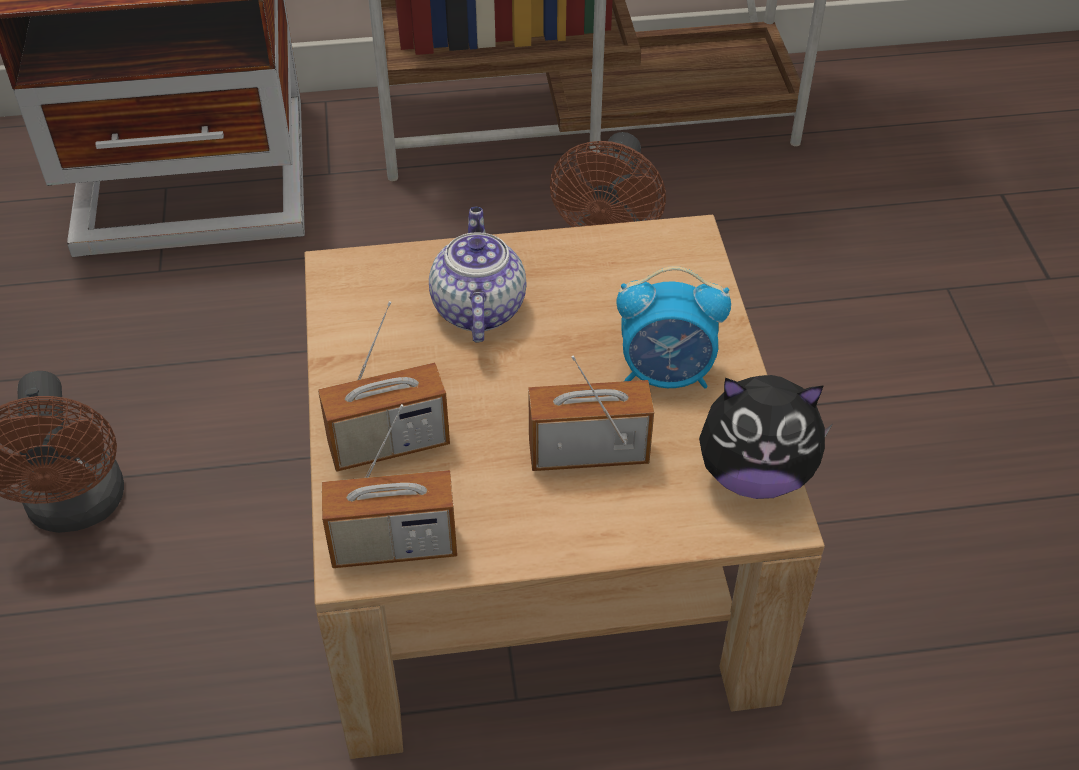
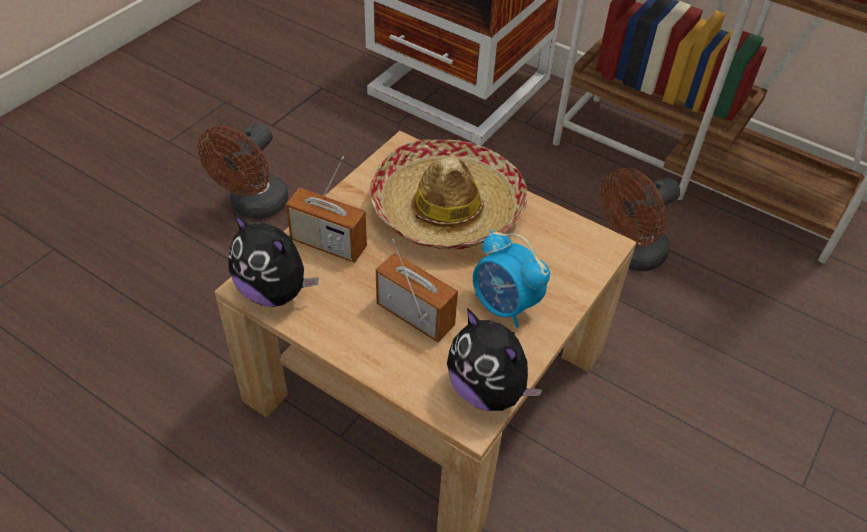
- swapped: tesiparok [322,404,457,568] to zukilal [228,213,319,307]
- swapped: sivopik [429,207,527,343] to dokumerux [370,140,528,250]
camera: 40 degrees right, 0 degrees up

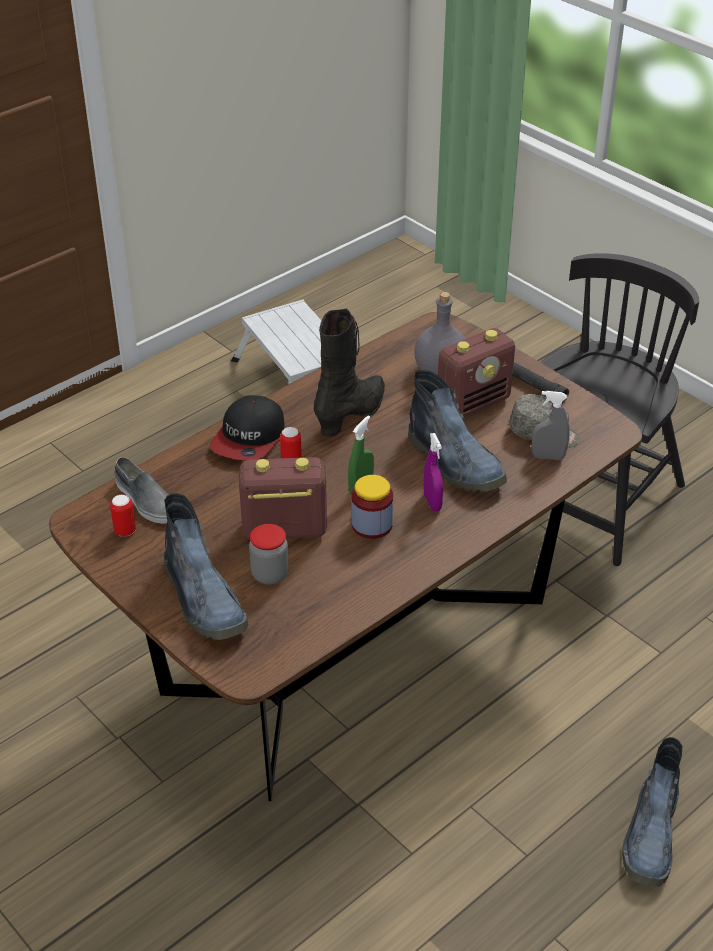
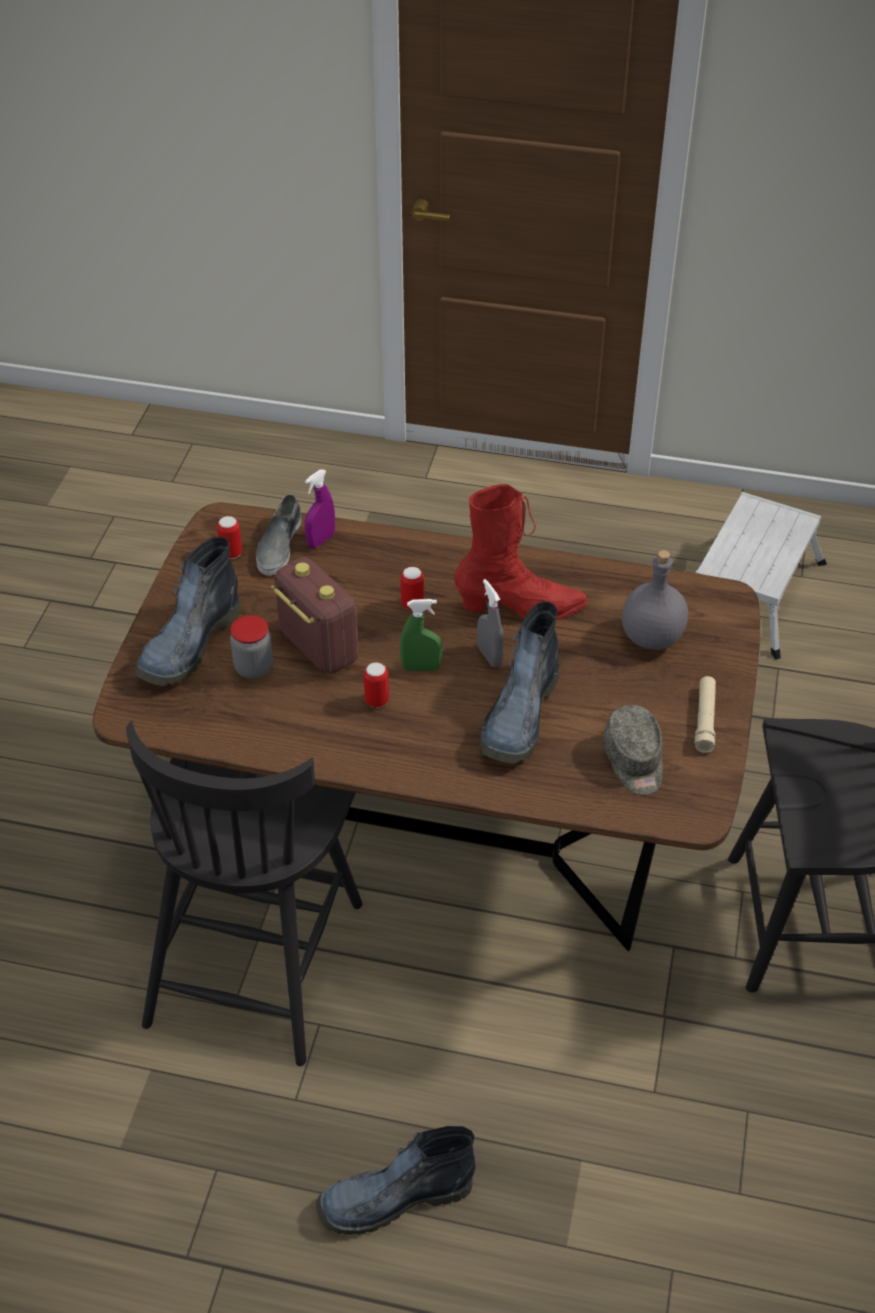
- gone: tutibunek [210,395,285,460]
- gone: tesiparok [438,328,515,417]
- new: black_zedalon [126,720,362,1066]
- shifted: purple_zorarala [424,433,443,511] to [305,469,335,548]
- shifted: grey_zorarala [532,391,570,460] to [477,579,504,667]
- swapped: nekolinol [351,475,393,539] to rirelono [364,662,389,708]
- repainted: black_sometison [314,308,385,437] to red_sometison [454,484,588,620]
- repainted: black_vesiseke [513,363,569,403] to beige_vesiseke [694,676,716,753]
camera: 55 degrees right, 5 degrees up

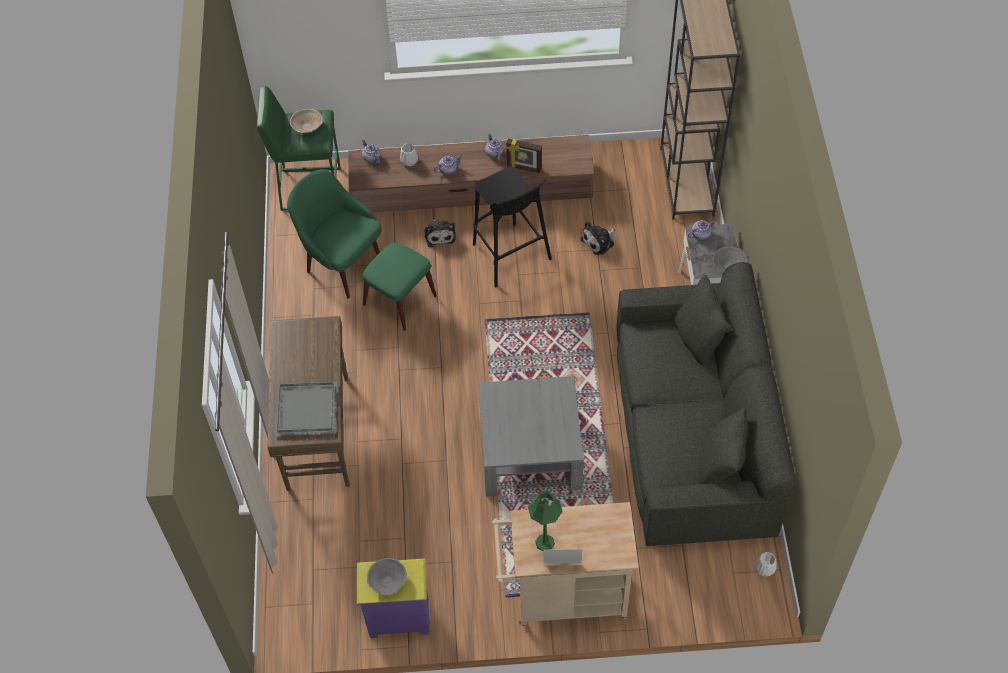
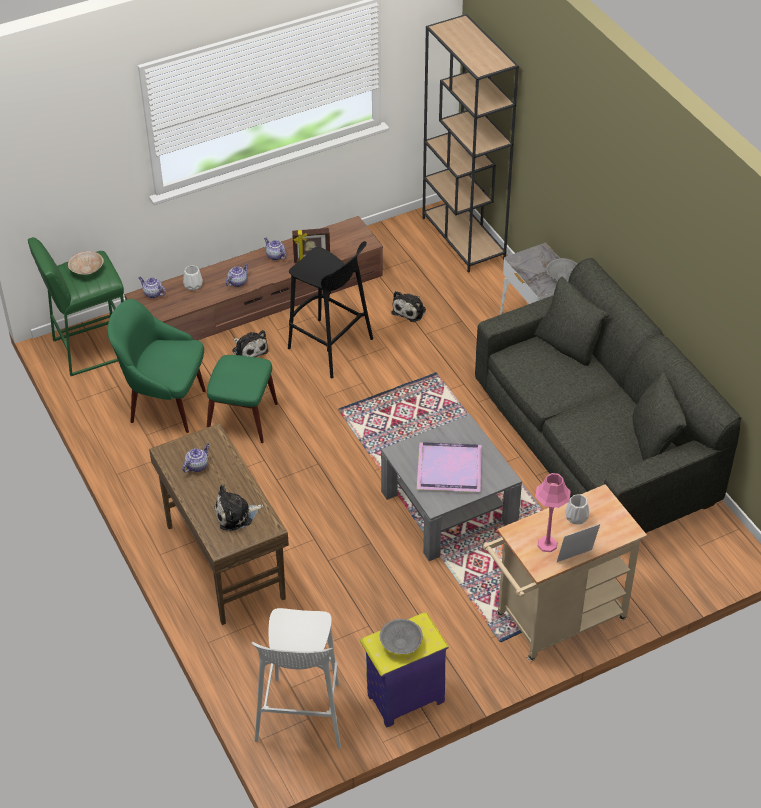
- new: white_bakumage [252,608,341,749]
- new: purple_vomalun [417,442,482,492]
- shifted: sivopik [688,220,717,240] to [182,444,210,472]
- shifted: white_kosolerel [755,552,776,577] to [565,495,589,524]
- swapped: grey_vomalun [274,381,337,436] to zukilal [214,485,263,531]
- repainted: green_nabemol [528,492,563,552] to pink_nabemol [535,473,571,552]
camera: 25 degrees left, 10 degrees down

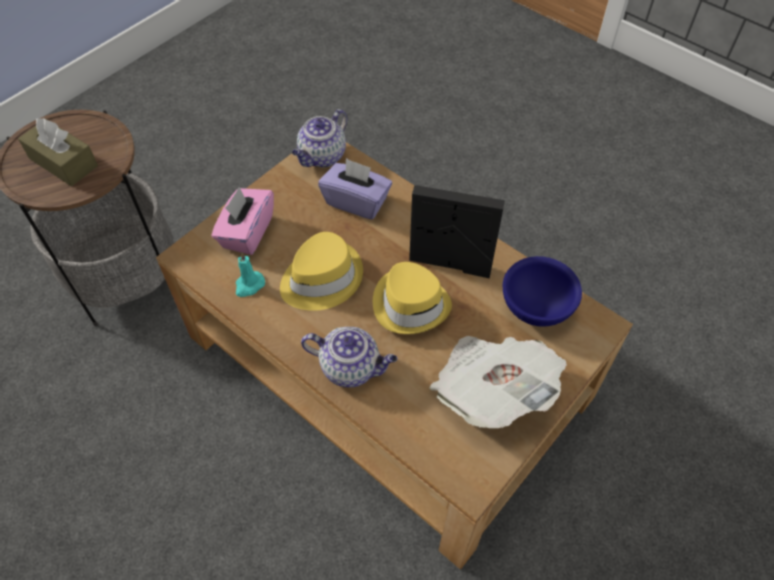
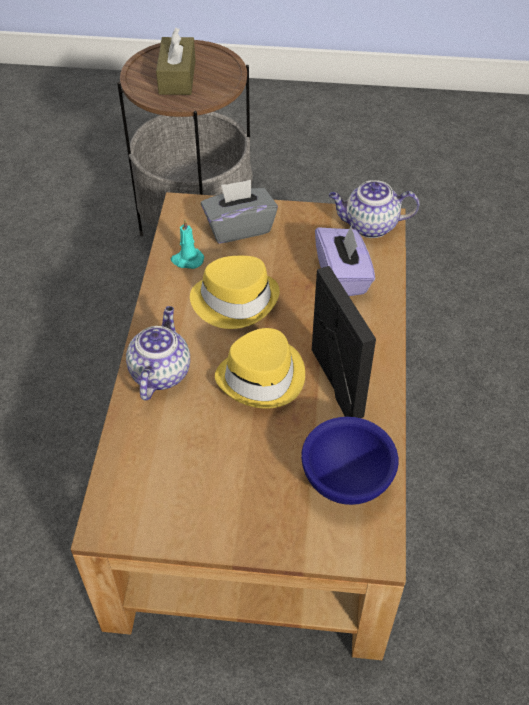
- gone: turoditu [429,336,567,428]
- repainted: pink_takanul [211,187,274,255] to grey_takanul [201,180,278,244]
- rotated: sivopik [301,327,398,388] = [126,306,190,400] 150 degrees counterclockwise
camera: 55 degrees right, 5 degrees down

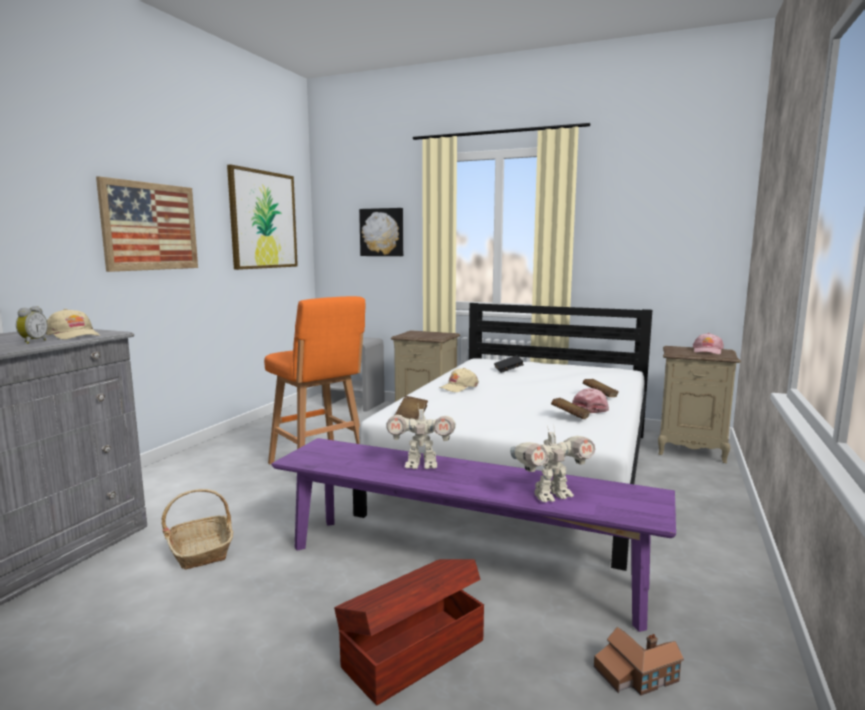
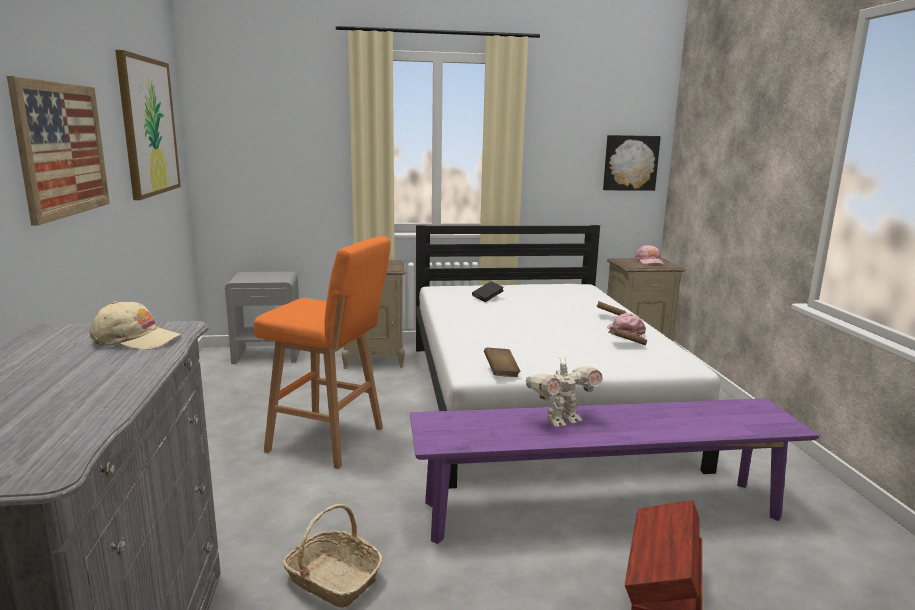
- gone: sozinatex [16,306,48,344]
- gone: beige_tutibunek [439,368,479,392]
- gone: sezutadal [510,426,595,502]
- gone: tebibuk [594,627,684,696]
- shifted: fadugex [359,208,403,256] to [603,135,661,191]
camera: 30 degrees left, 5 degrees up

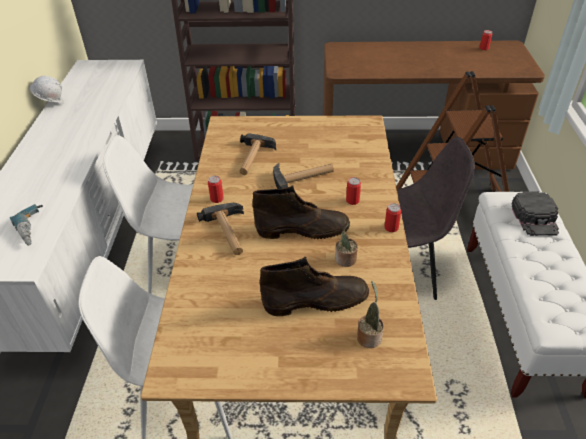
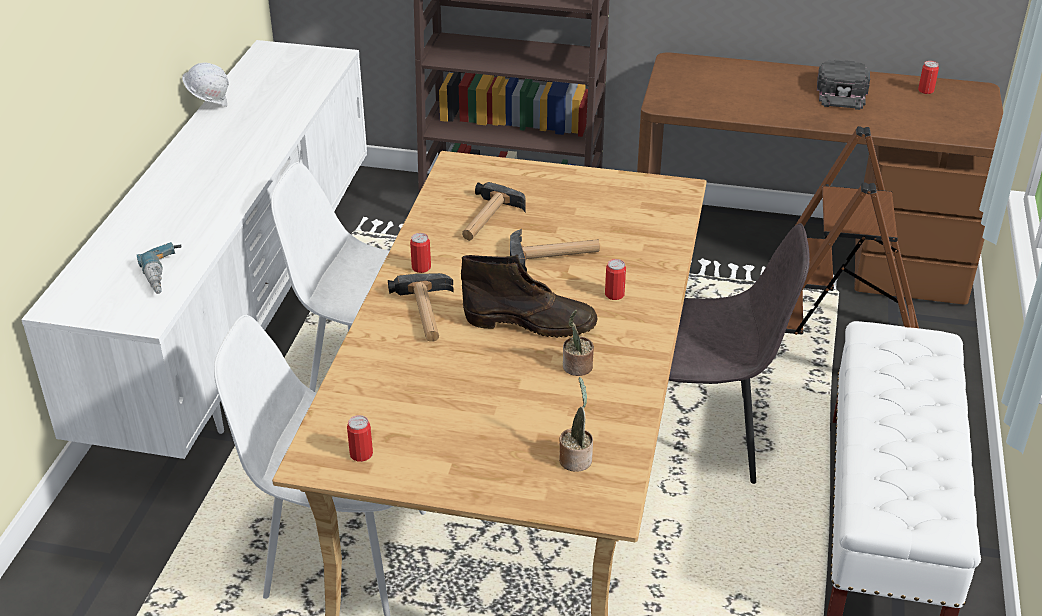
- gone: brown_sometison [259,257,369,316]
- shifted: rirelono [384,203,401,232] to [347,415,373,462]
- shifted: black_tutibunek [512,191,559,236] to [817,60,870,110]
camera: 10 degrees right, 5 degrees down

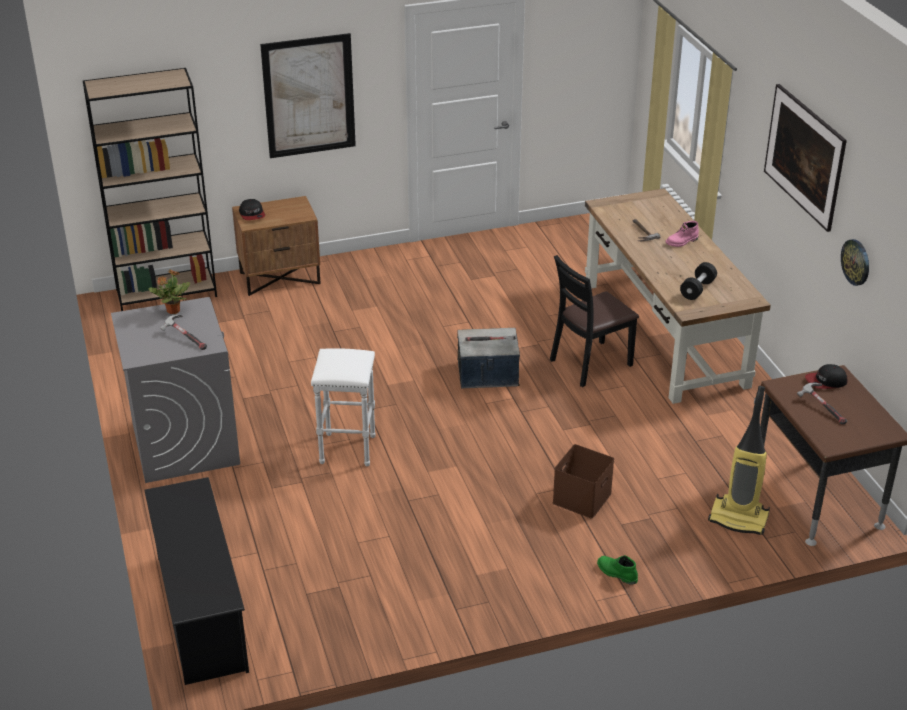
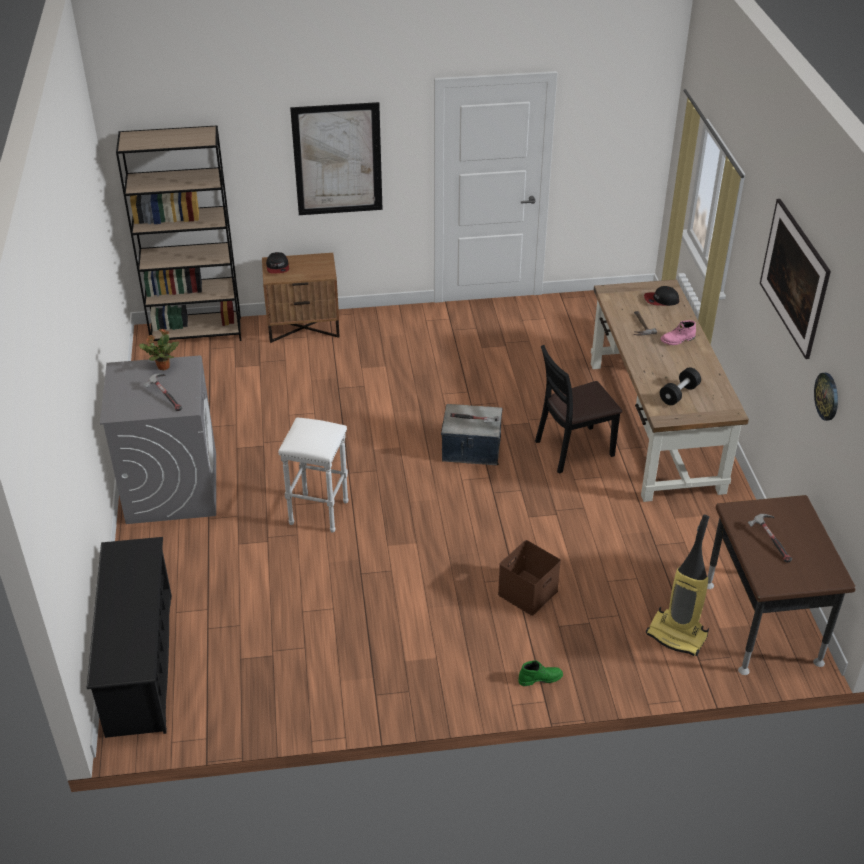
- shifted: tutibunek [805,364,848,389] to [644,286,679,306]
- rotated: green_sometison [597,555,638,585] = [518,660,563,686] 120 degrees clockwise
camera: 10 degrees right, 5 degrees up

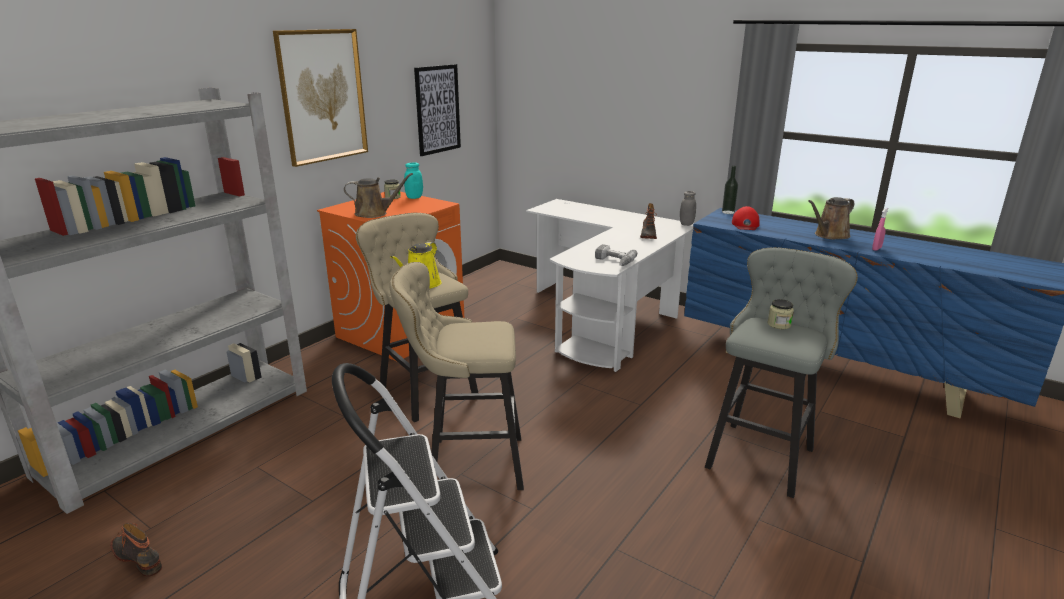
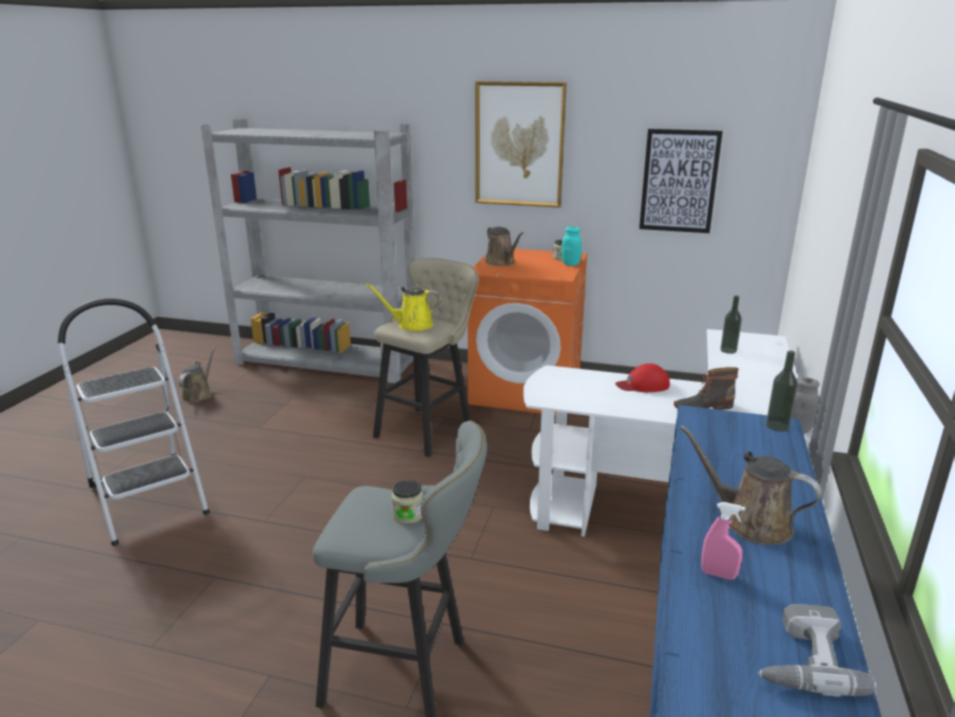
- gone: beige_bakumage [389,262,524,490]
- new: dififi [721,295,742,354]
- shifted: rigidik [595,244,637,266] to [758,604,875,697]
- shifted: red_tutibunek [732,206,759,230] to [615,363,670,392]
- swapped: sometison [110,523,162,577] to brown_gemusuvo [178,347,216,403]
camera: 70 degrees right, 0 degrees up

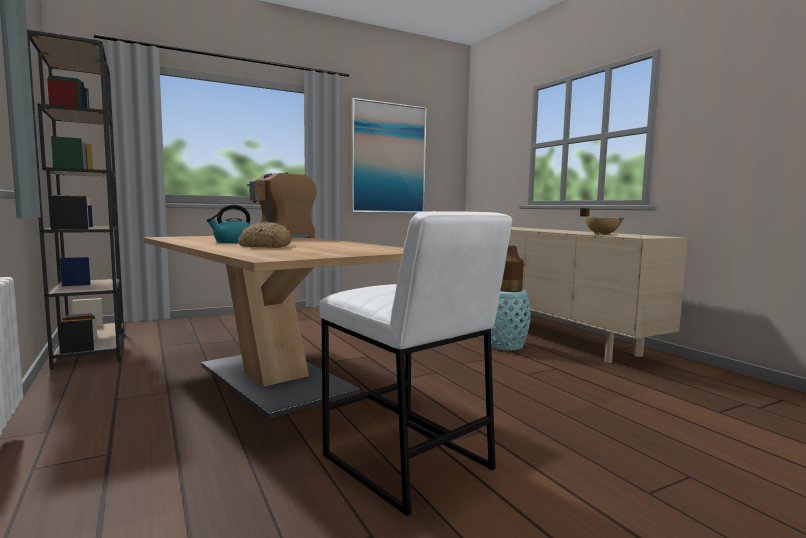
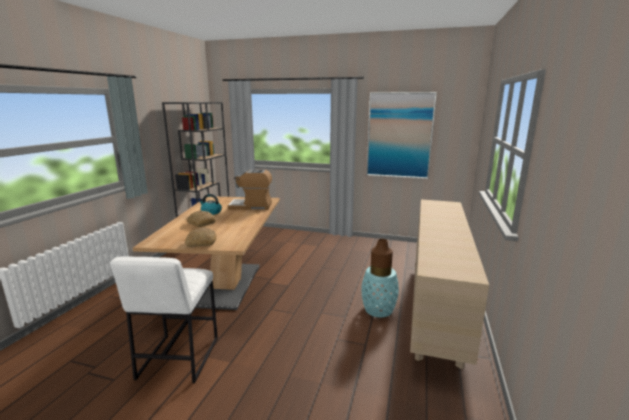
- gone: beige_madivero [580,208,625,235]
- new: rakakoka [185,228,216,247]
camera: 45 degrees right, 10 degrees up

